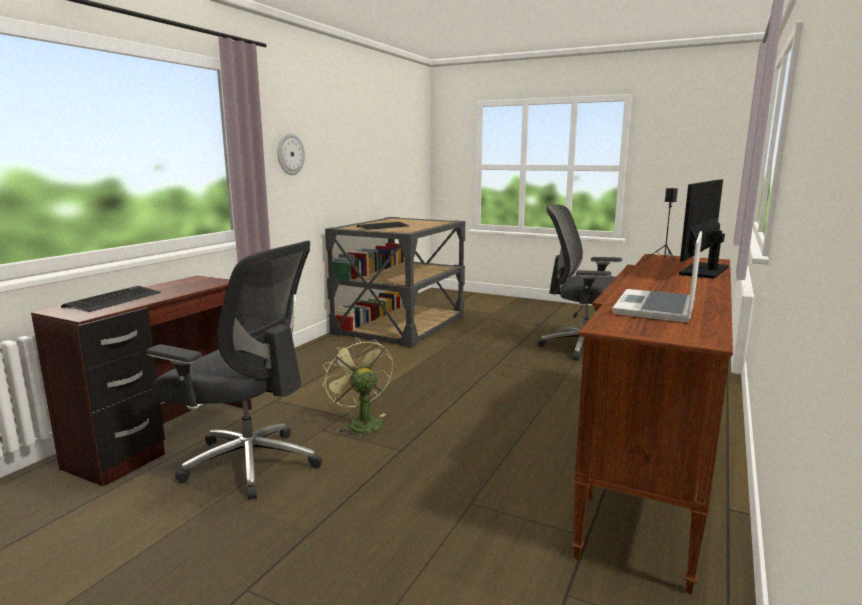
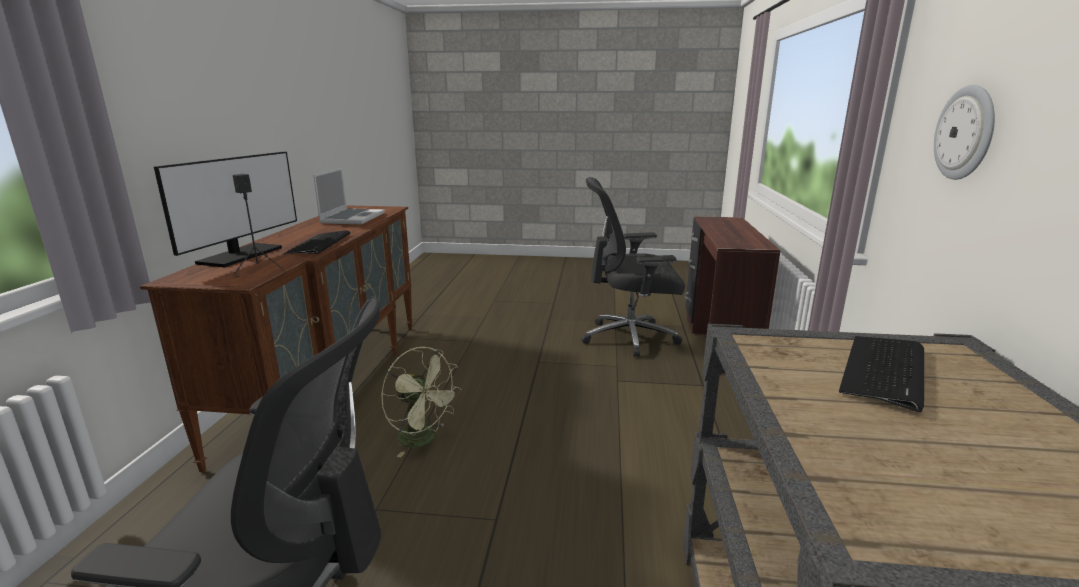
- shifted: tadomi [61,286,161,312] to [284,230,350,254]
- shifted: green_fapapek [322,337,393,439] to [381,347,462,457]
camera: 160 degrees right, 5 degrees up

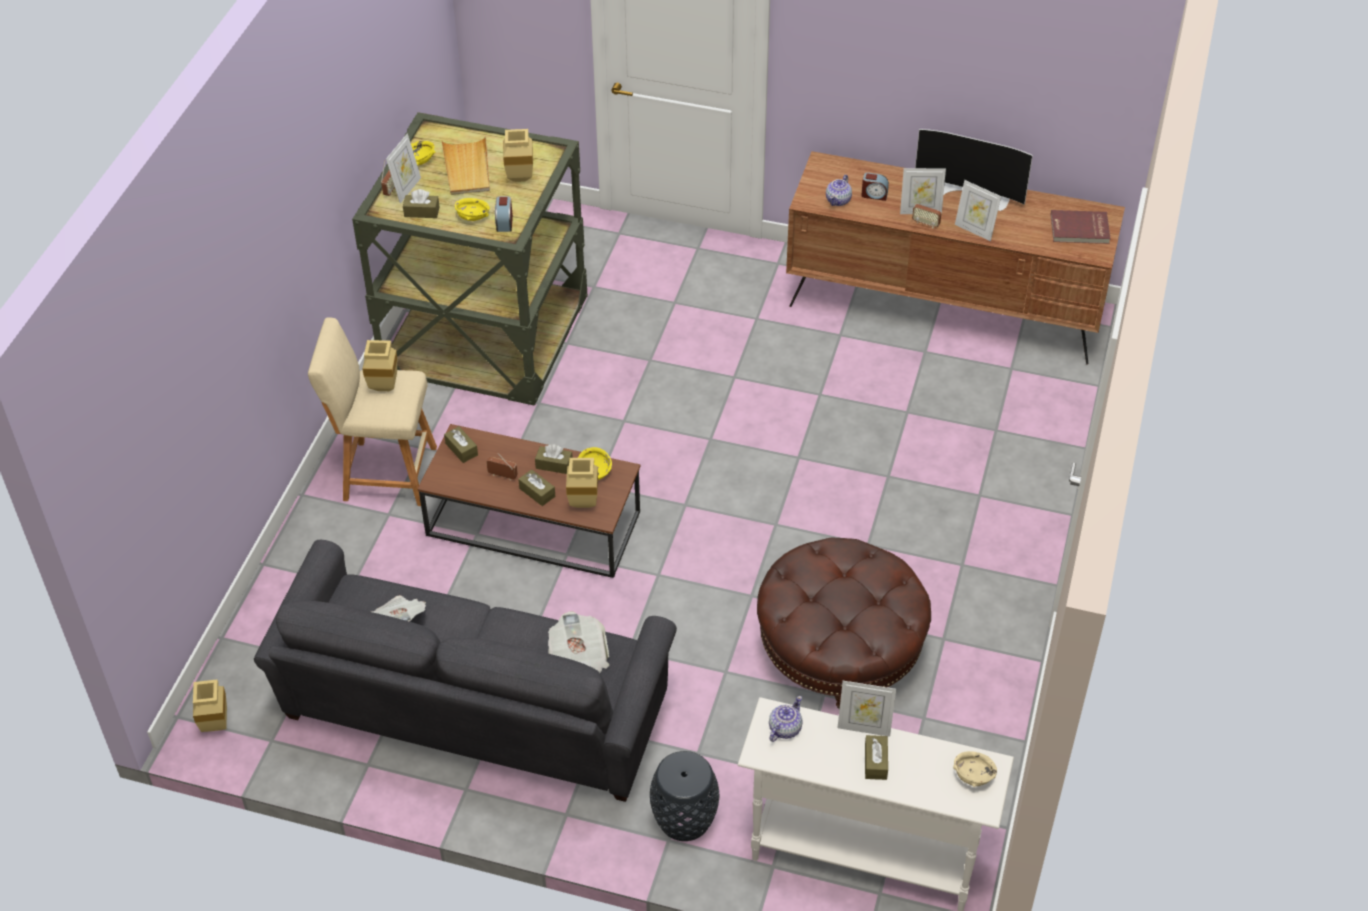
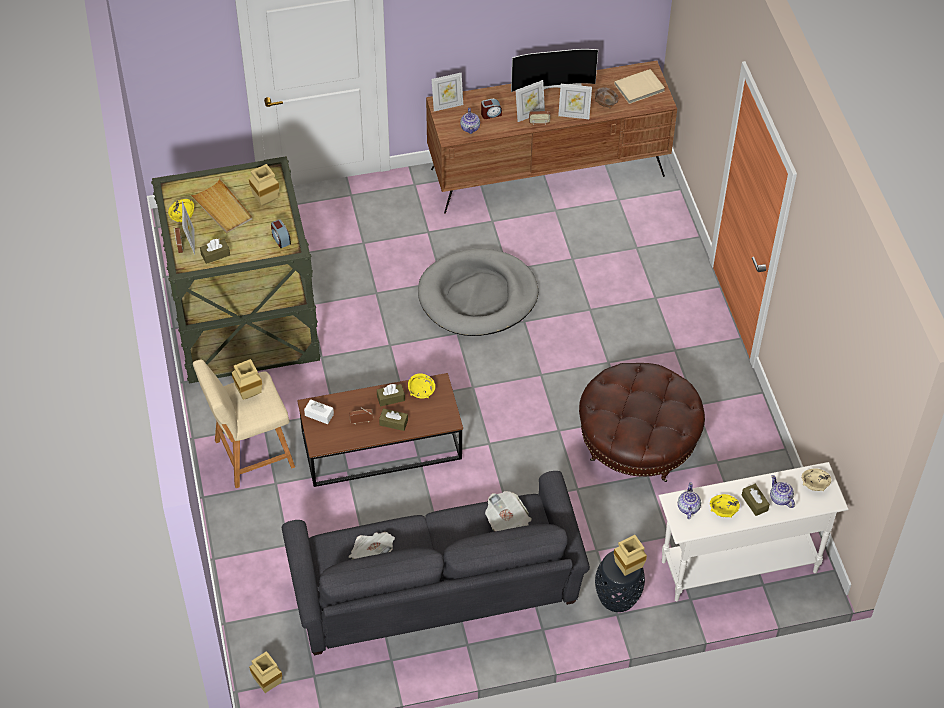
- new: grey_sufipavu [418,249,538,336]
- new: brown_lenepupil [595,87,619,108]
- new: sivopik [770,475,795,508]
- shifted: yellow_lenepupil [455,198,490,221] to [710,494,740,518]
- shifted: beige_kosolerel [566,458,598,508] to [614,535,647,576]
- shifted: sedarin [838,681,896,737] to [431,73,463,111]
- repainted: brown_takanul [444,426,478,463] to white_takanul [304,399,334,424]
- repainted: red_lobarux [1051,210,1111,244] to beige_lobarux [614,69,665,104]
camera: 30 degrees left, 5 degrees up

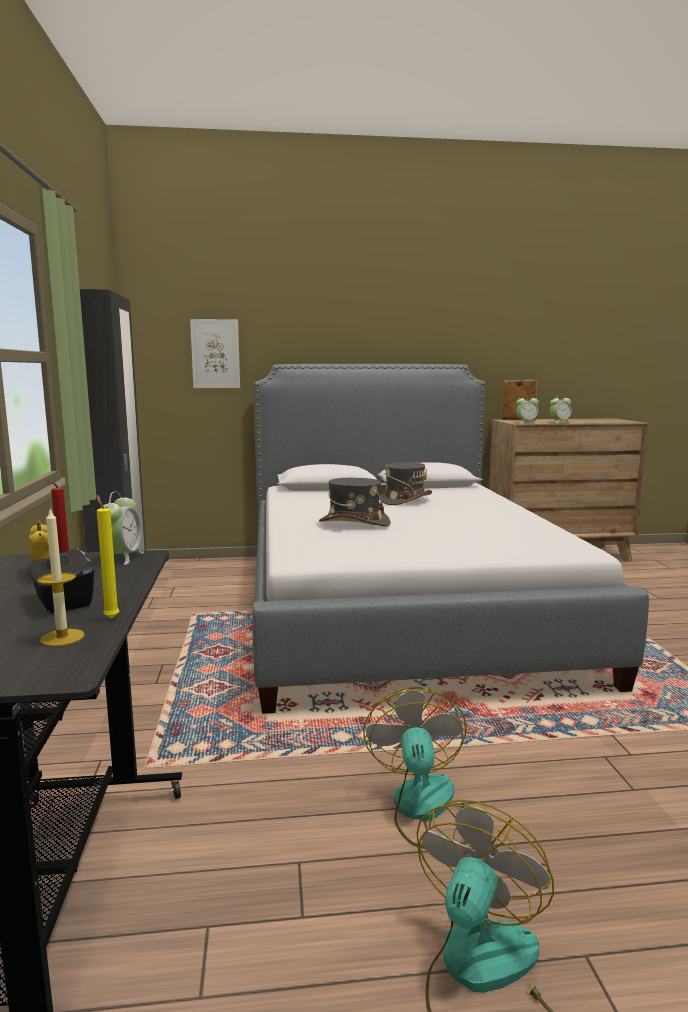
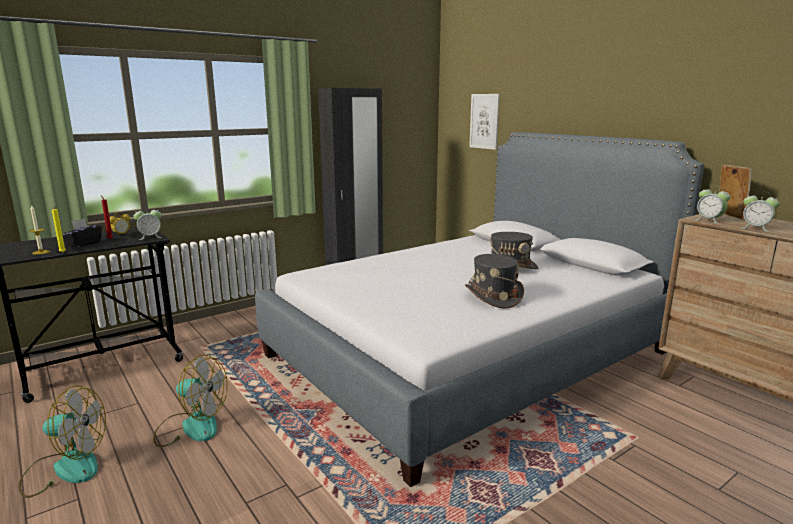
- shifted: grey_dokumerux [319,478,391,526] to [465,254,524,308]
- rotated: fapapek [363,687,469,849] = [153,355,228,447] 45 degrees clockwise
camera: 60 degrees right, 5 degrees up

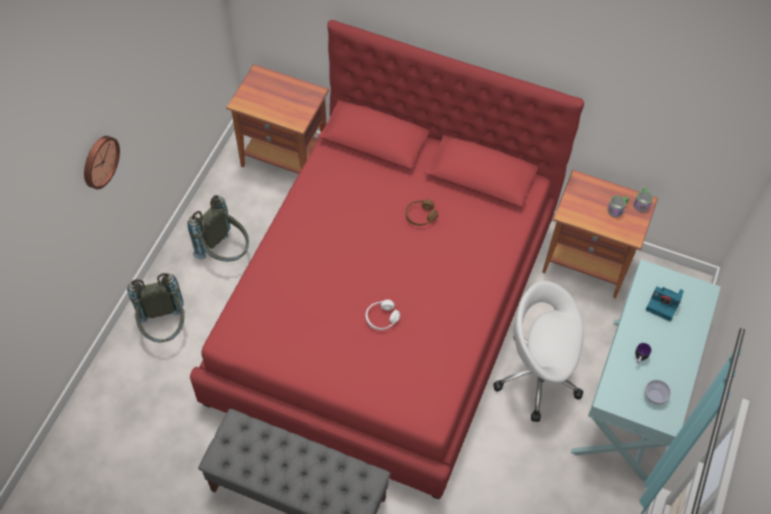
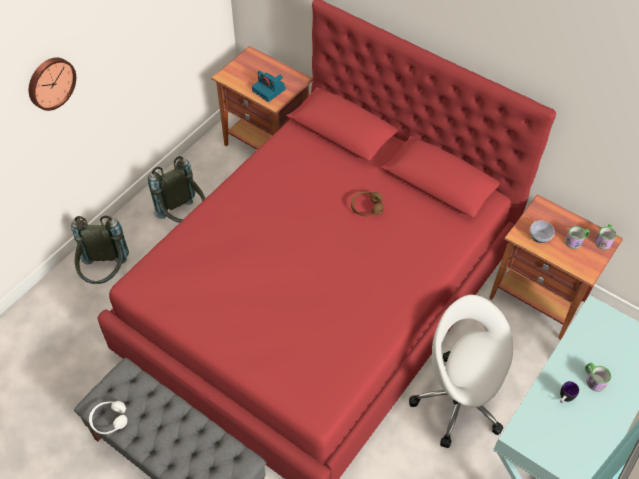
- new: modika [585,362,611,392]
- shifted: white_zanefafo [366,300,400,330] to [89,401,128,434]
- shifted: lenepupil [645,380,671,404] to [530,221,555,243]
- shifted: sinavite [646,287,684,321] to [252,70,286,102]
camera: 15 degrees right, 5 degrees down

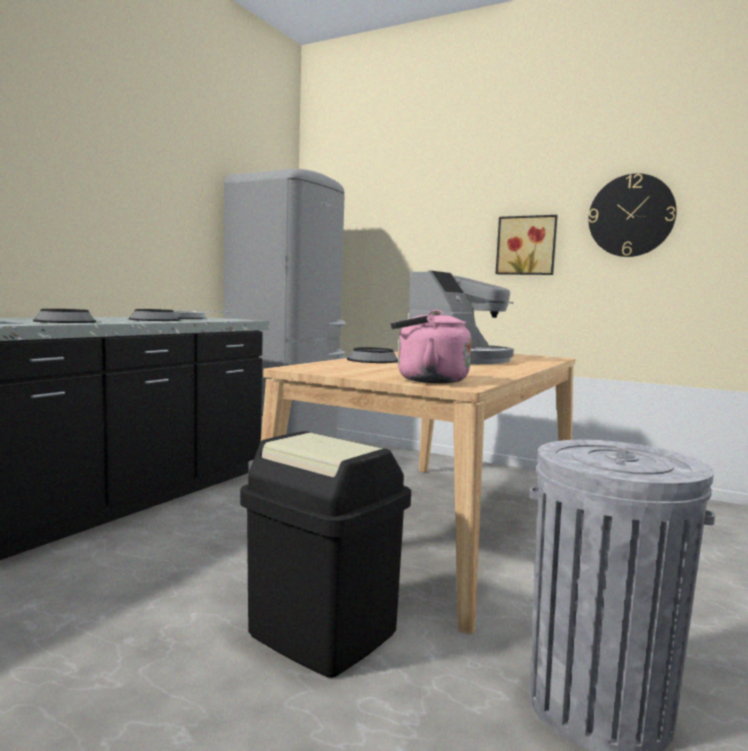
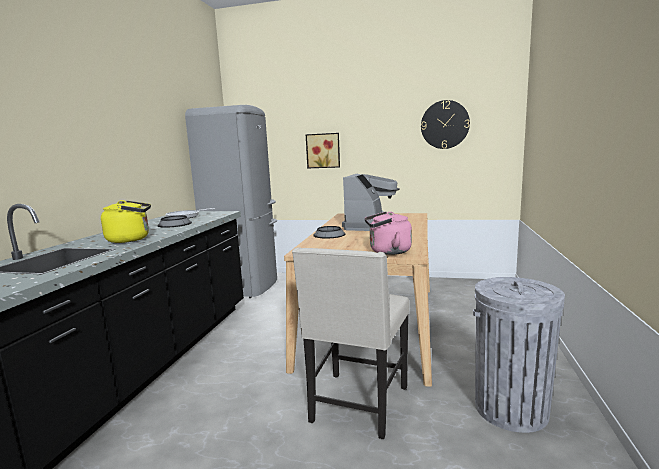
- shifted: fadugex [495,215,558,275] to [306,133,340,168]
- swapped: lenepupil [33,309,96,323] to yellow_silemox [101,200,151,243]
- swapped: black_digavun [240,431,411,678] to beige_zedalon [292,247,409,439]
camera: 15 degrees left, 5 degrees up

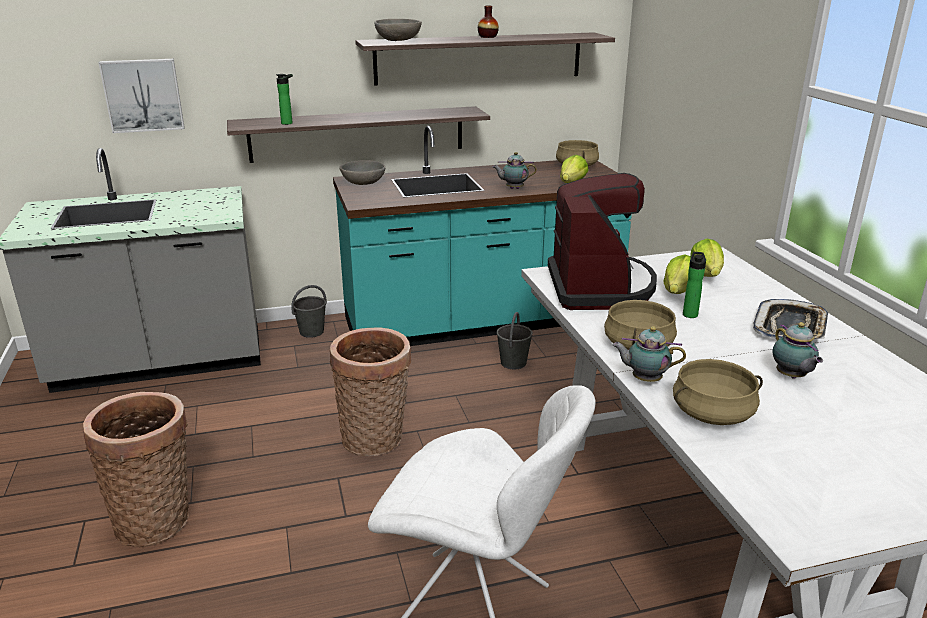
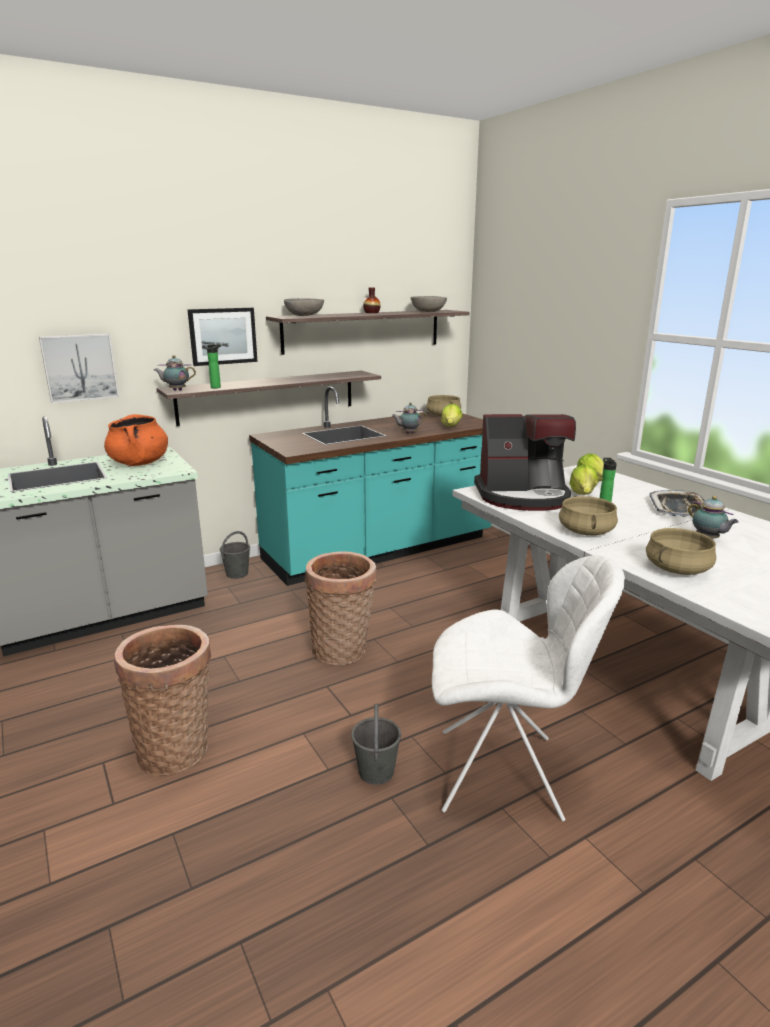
- new: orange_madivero [104,414,168,466]
- new: fadugex [187,308,258,366]
- shifted: grey_lenepupil [339,160,385,185] to [411,296,447,312]
- shifted: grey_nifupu [496,312,533,369] to [351,703,401,785]
- shifted: sivopik [612,326,686,382] to [154,355,196,391]
- rotated: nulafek [548,173,657,310] = [474,414,576,511] 105 degrees clockwise
camera: 15 degrees left, 5 degrees down

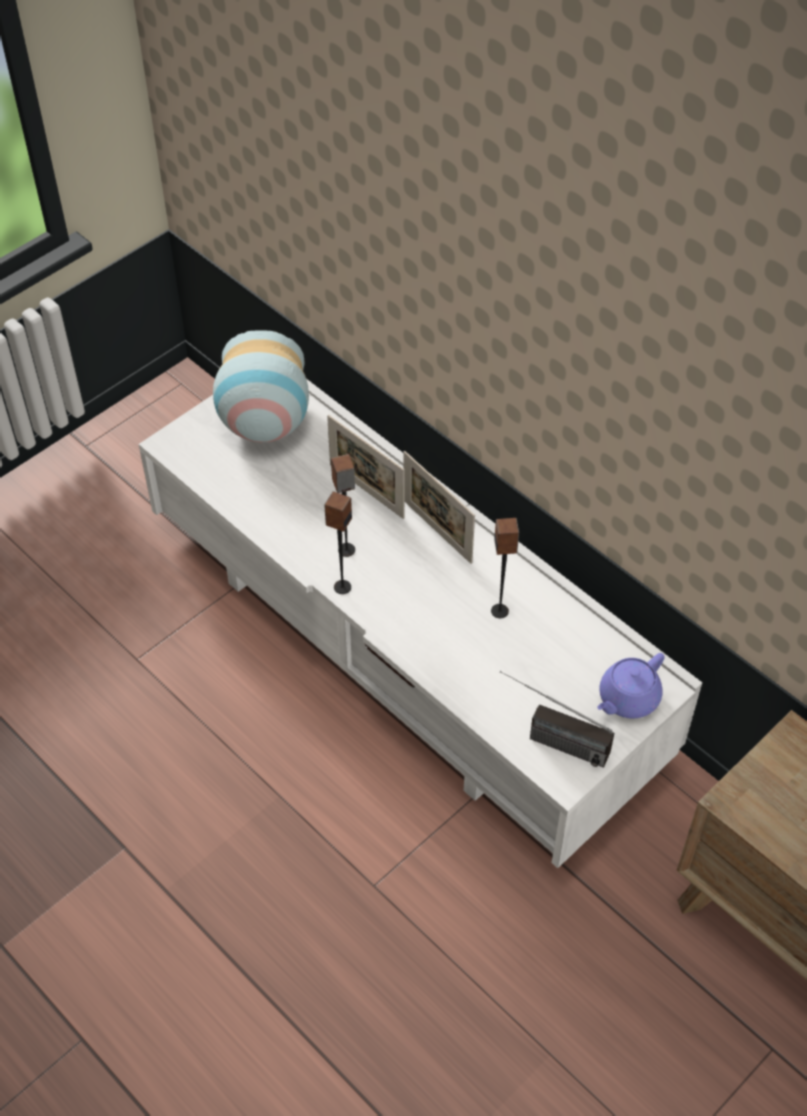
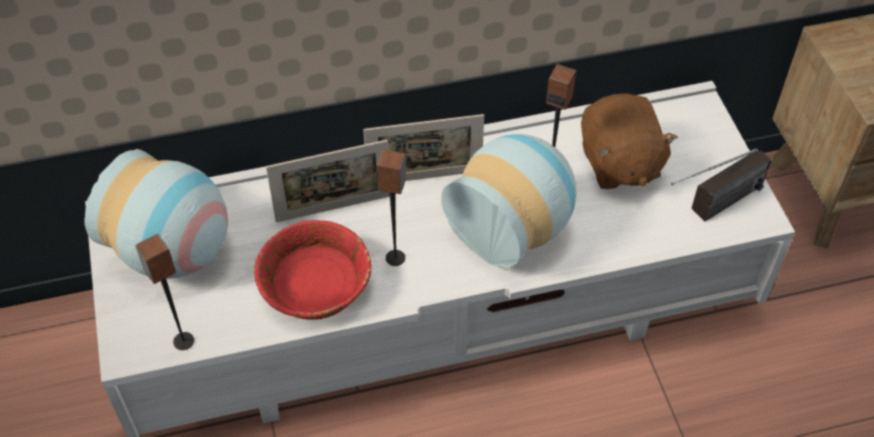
- gone: purple_sivopik [597,653,664,719]
- new: red_lenepupil [254,220,372,320]
- new: kosolerel [441,134,576,268]
- new: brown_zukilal [581,94,678,190]
- shifted: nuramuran [324,491,352,594] to [135,234,194,350]
camera: 60 degrees left, 0 degrees up

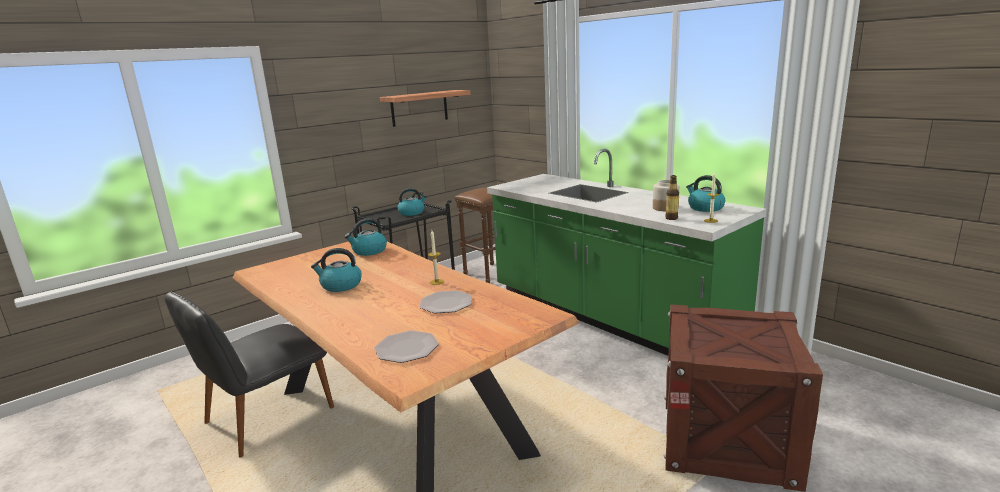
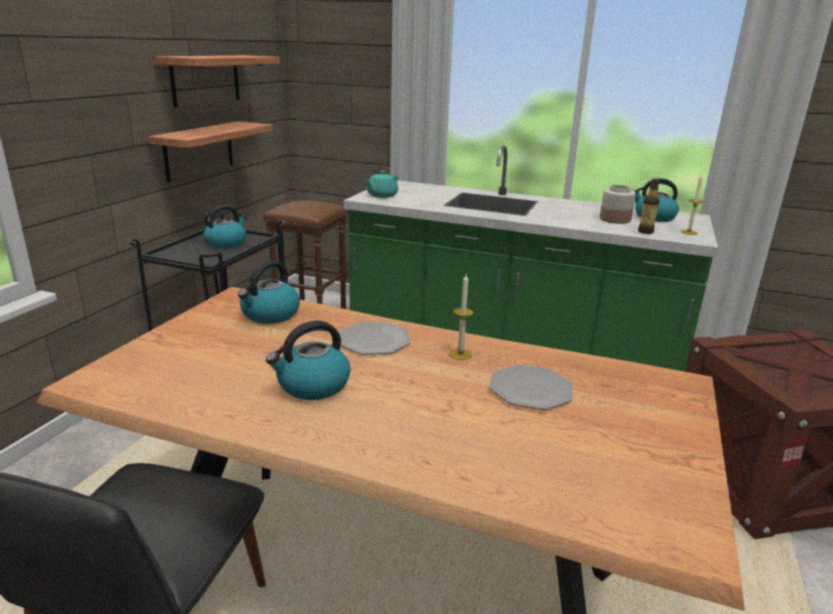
- new: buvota [148,121,273,182]
- new: turquoise_sivopik [365,171,398,198]
- shifted: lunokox [374,331,439,363] to [339,322,411,355]
camera: 30 degrees left, 5 degrees up

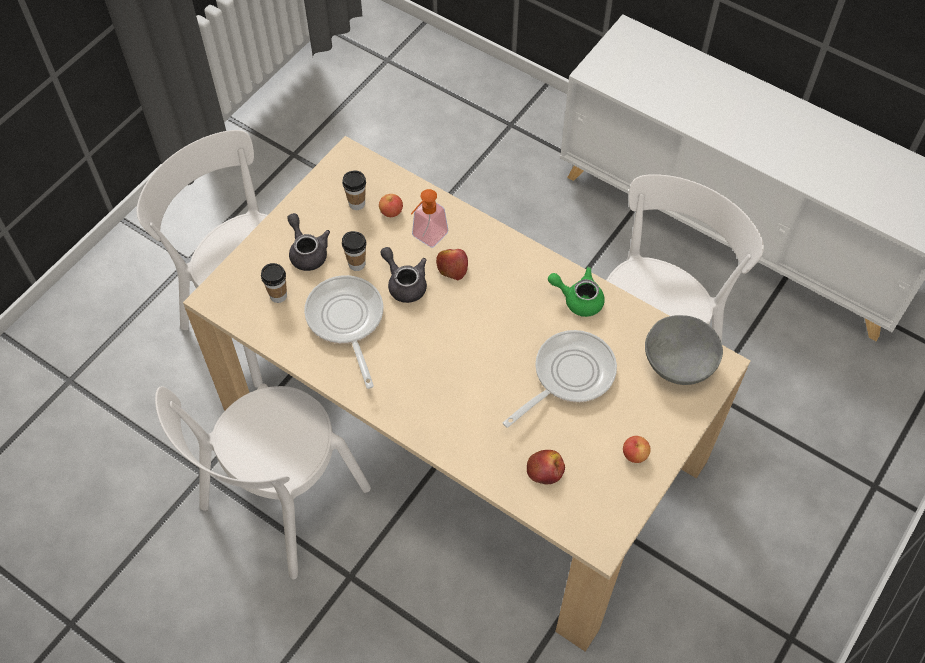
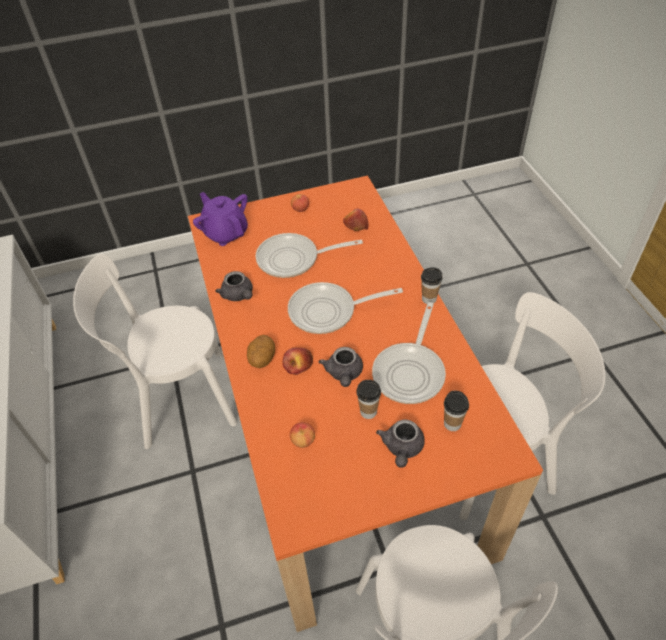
- gone: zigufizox [411,189,448,248]
- new: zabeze [247,335,275,368]
- new: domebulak [288,282,403,334]
- shifted: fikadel [342,170,366,210] to [421,268,443,304]
- swapped: grey_lenepupil [645,315,723,385] to purple_sivopik [193,192,248,246]
- repainted: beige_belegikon [183,136,750,652] to orange_belegikon [188,176,543,632]
- repainted: green_sivopik [548,267,605,317] to grey_sivopik [215,271,253,301]
camera: 140 degrees left, 10 degrees down

